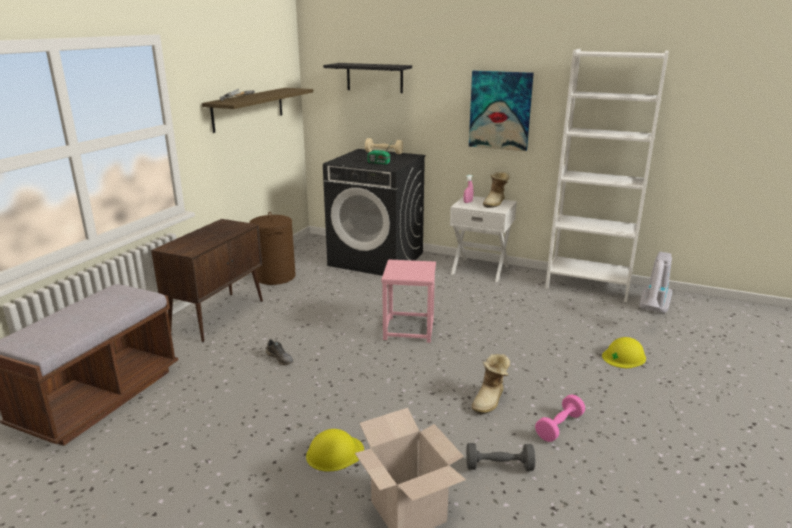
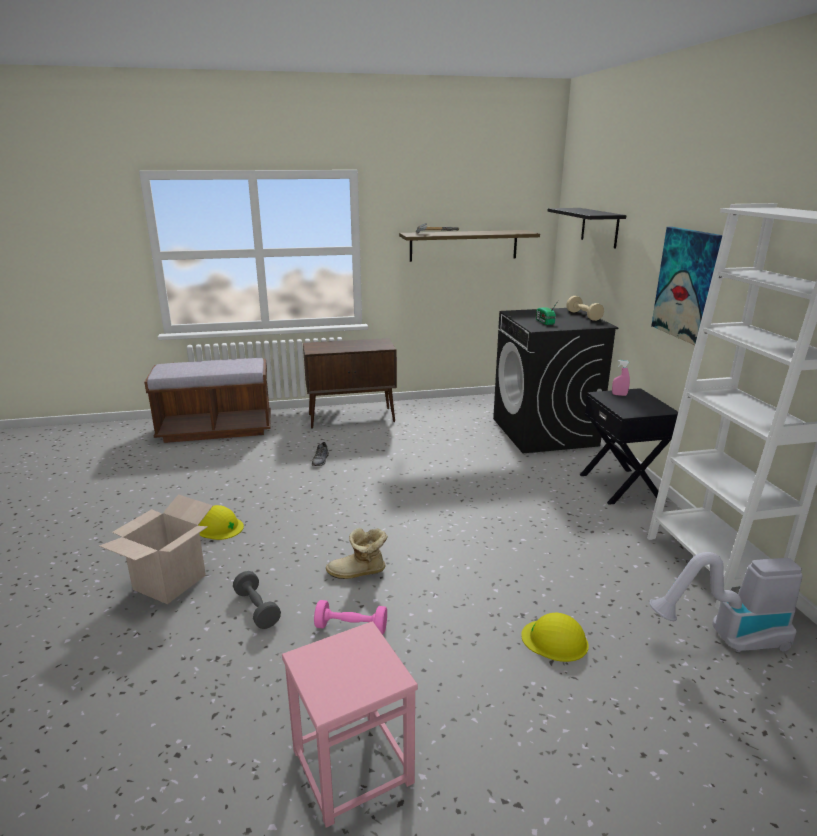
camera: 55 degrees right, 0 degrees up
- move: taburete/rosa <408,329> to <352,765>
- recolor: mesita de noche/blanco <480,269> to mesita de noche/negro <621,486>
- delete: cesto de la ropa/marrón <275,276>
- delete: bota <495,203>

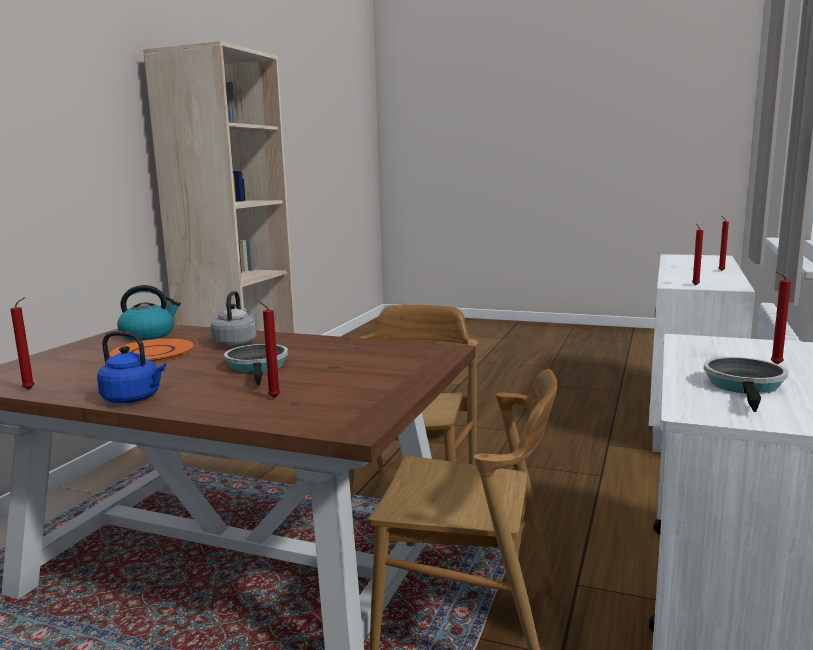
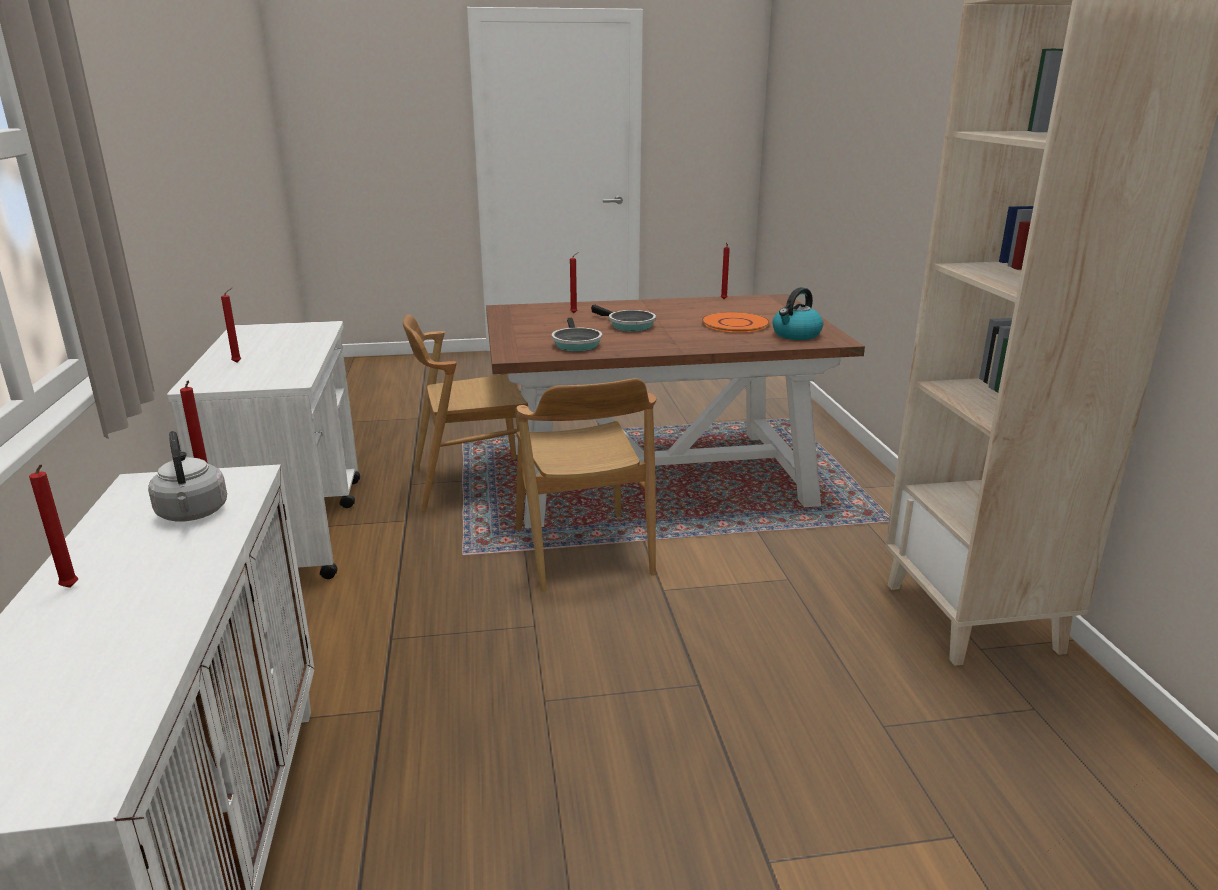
camera: 150 degrees right, 10 degrees up
- move: hervidor/gris <235,344> to <192,514>
- move: sartén <745,386> to <575,344>
- delete: hervidor/azul <134,398>

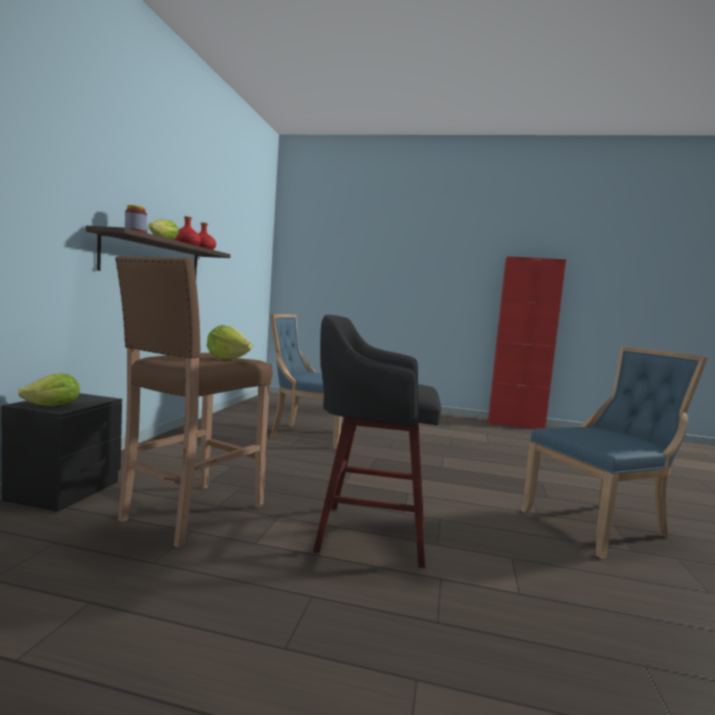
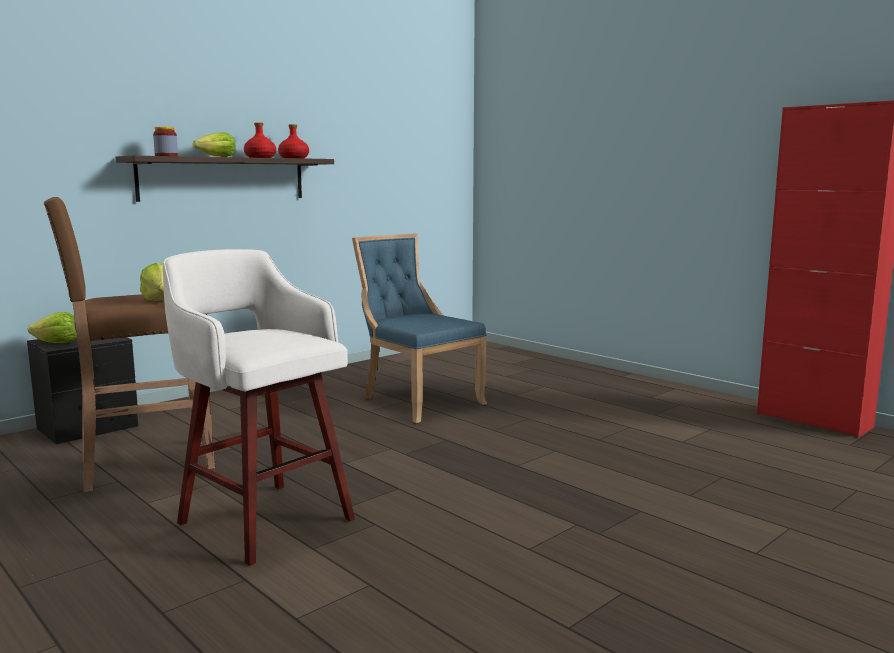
camera: 35 degrees right, 5 degrees up
- recolor: taburete/negro <368,533> to taburete/blanco <263,519>
- delete: silla/azul <600,525>

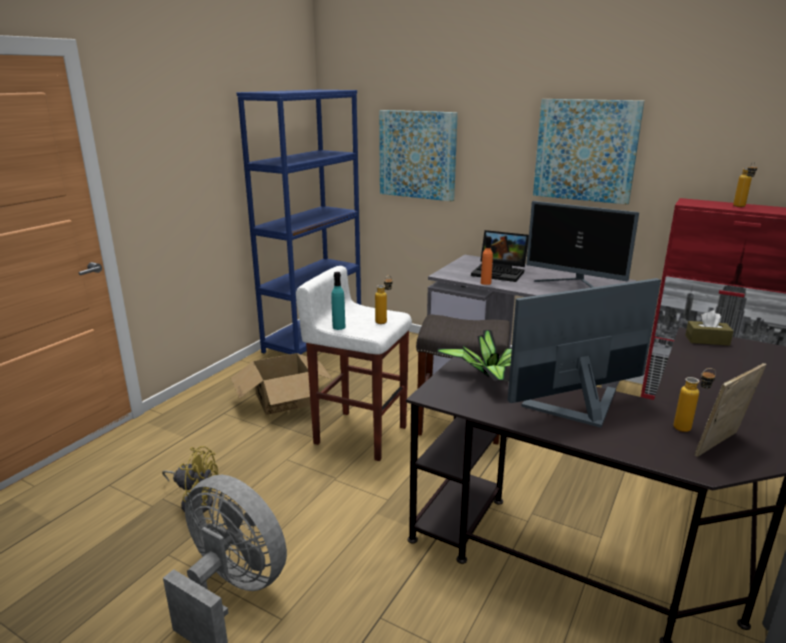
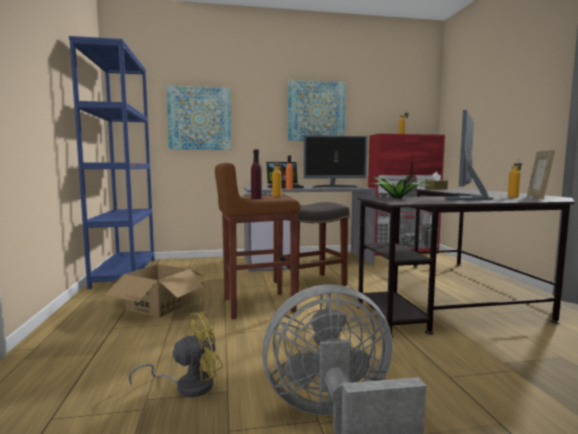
camera: 40 degrees left, 15 degrees down
- recolor: taburete/blanco <360,434> to taburete/marrón <257,305>
- recolor: botella/turquesa <339,327> to botella/morado <256,198>

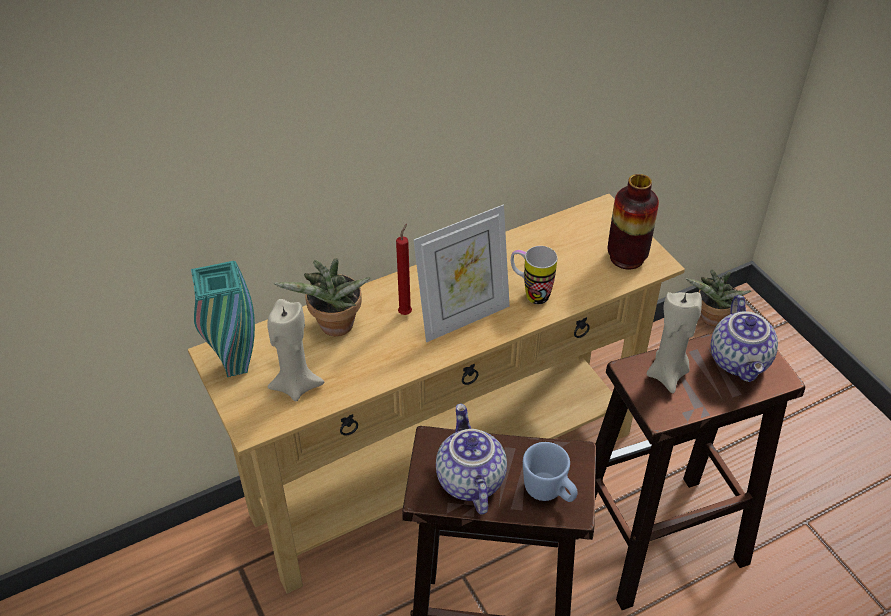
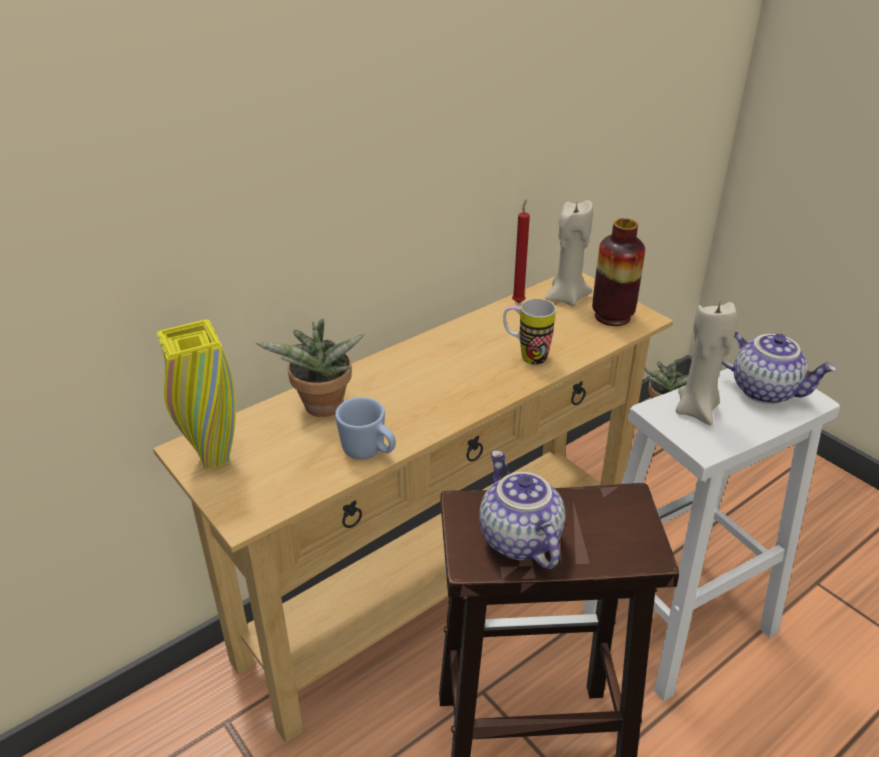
camera: 10 degrees left, 10 degrees down
- recolor: florero/turquesa <235,367> to florero/amarillo <214,459>
- move: taza grande/azul <549,492> to <369,452>
- move: vela/rojo <406,312> to <518,302>
- move: vela/beis <296,385> to <566,297>
- recolor: taburete/marrón <657,541> to taburete/blanco <677,623>
- rotate: tetera <740,361> = <765,390> 45 degrees counterclockwise
- delete: portarretratos <463,317>

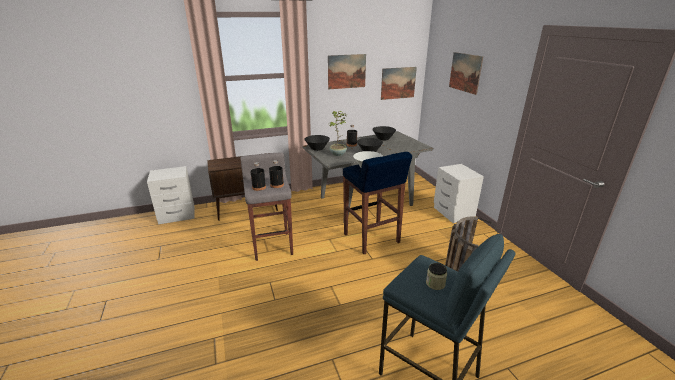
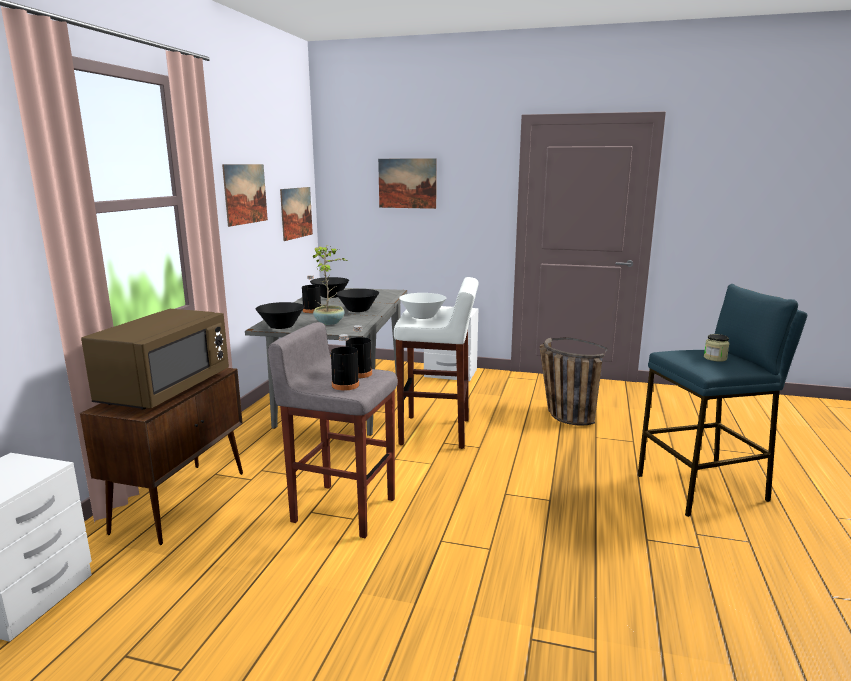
camera: 55 degrees left, 10 degrees down
- insert: microondas/marrón <166,389>
- recolor: taburete/azul <371,239> to taburete/blanco <436,432>

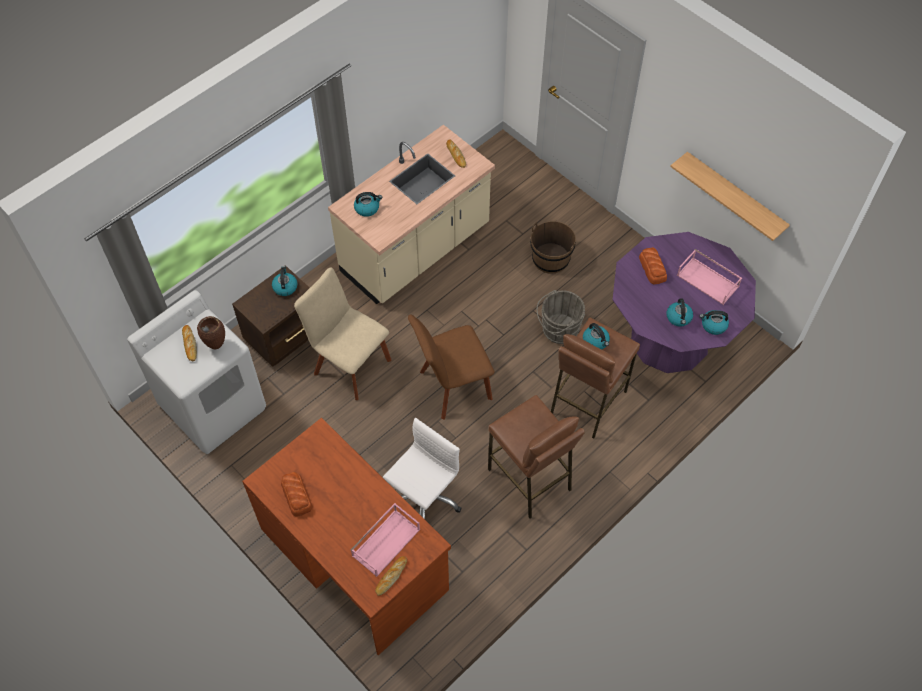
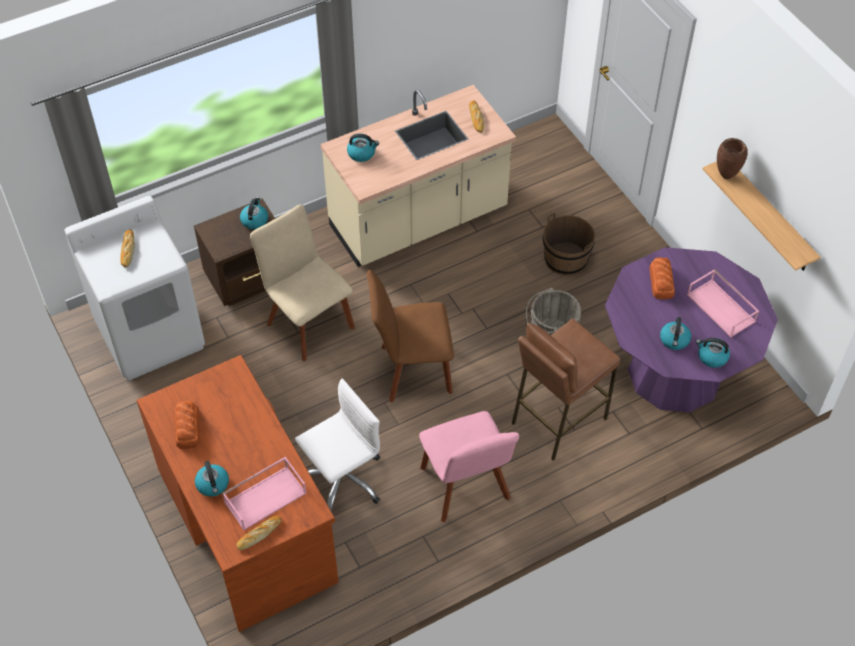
camera: 15 degrees right, 5 degrees down
- move: hervidor <596,341> to <213,485>
- replace: taburete/marrón <529,479> to silla/rosa <466,487>
- move: florero/marrón <217,345> to <726,176>

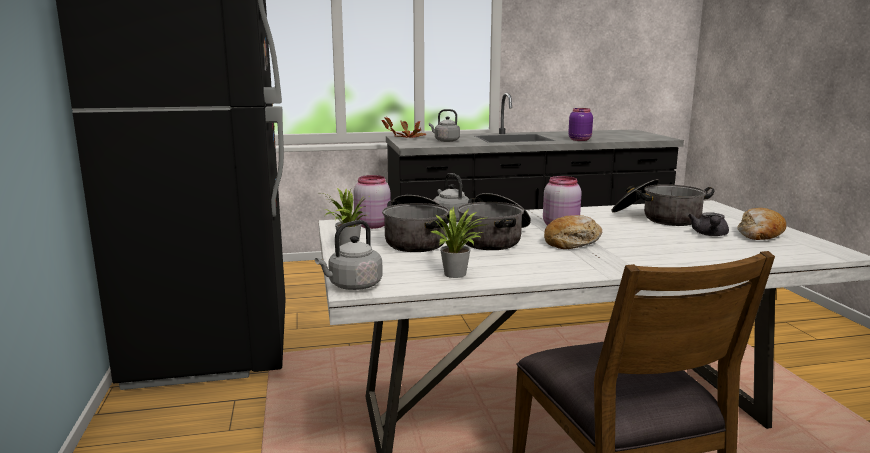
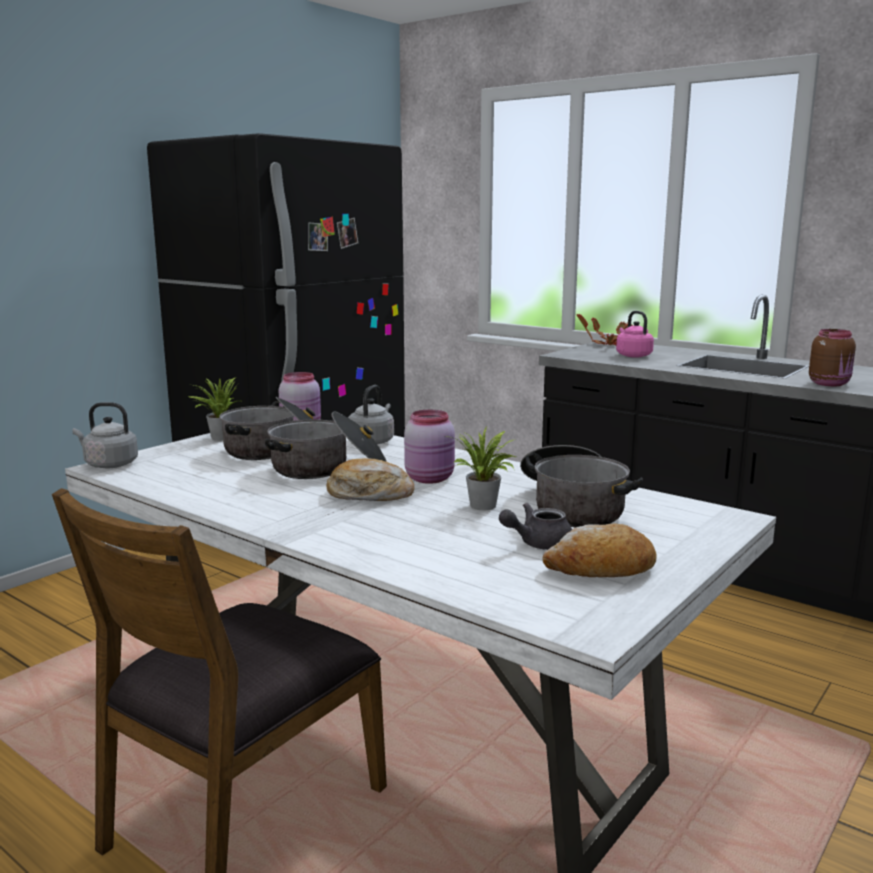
camera: 50 degrees right, 0 degrees up
- move: planta en maceta <458,274> to <484,507>
- recolor: hervidor/gris <445,141> to hervidor/rosa <632,355>
- recolor: tarro/morado <580,140> to tarro/marrón <830,384>

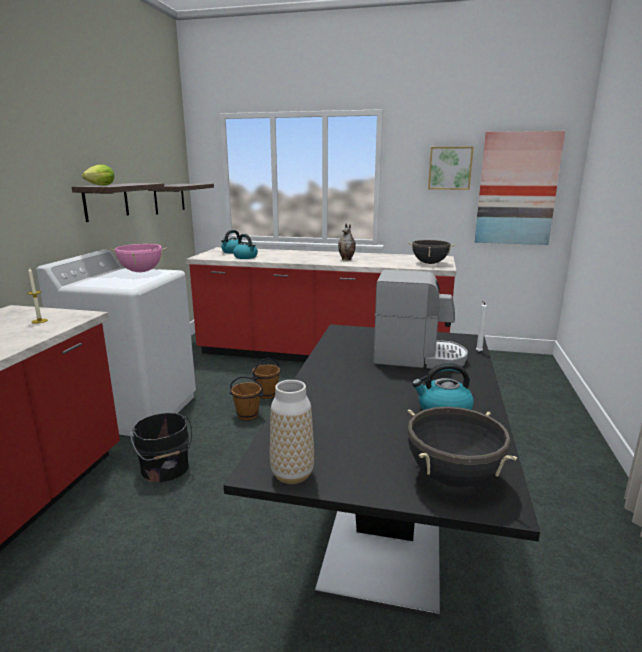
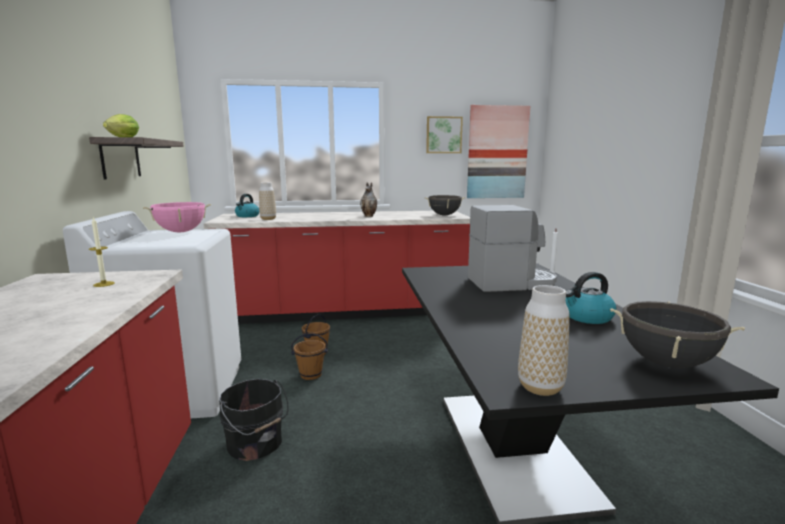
camera: 20 degrees left, 5 degrees down
- replace: hervidor <246,257> to florero <268,219>
- delete: estante <169,198>

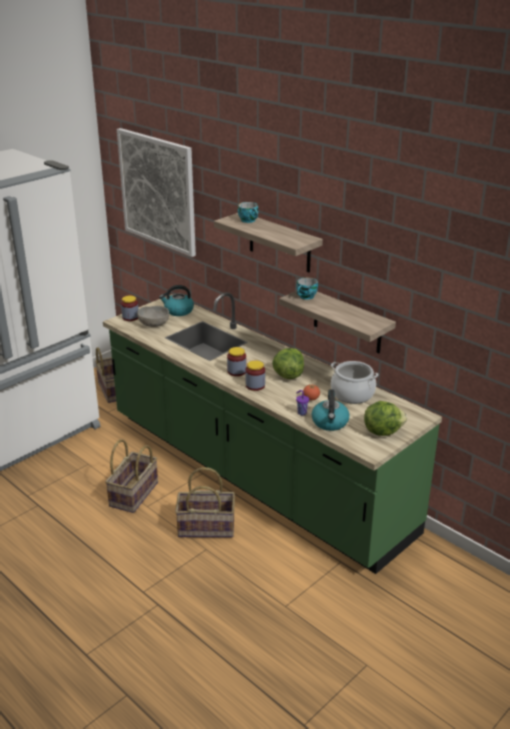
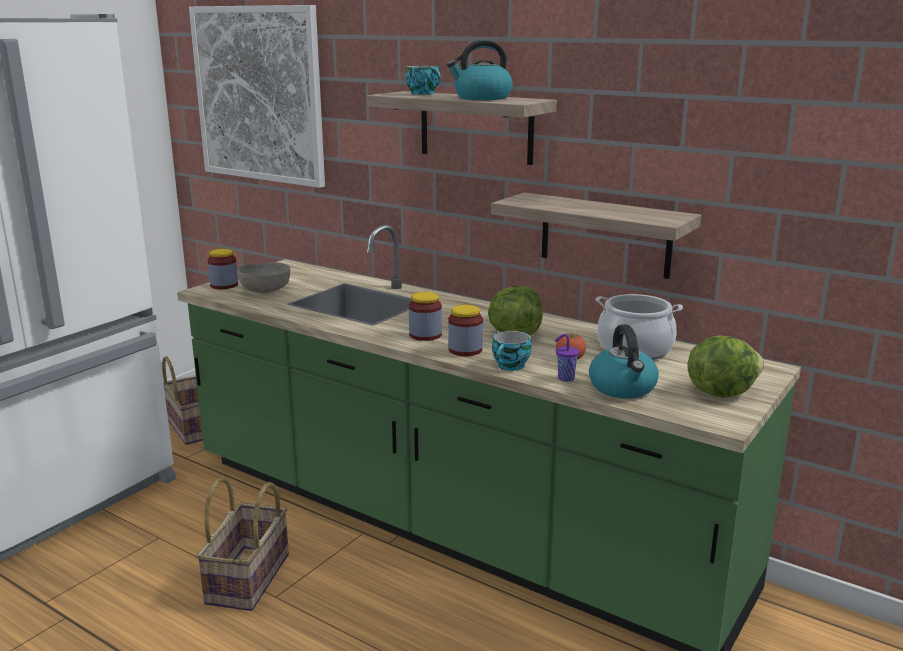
camera: 10 degrees left, 10 degrees down
- move: hervidor <178,311> to <482,98>
- move: taza <306,297> to <511,366>
- delete: cesta <206,527>

